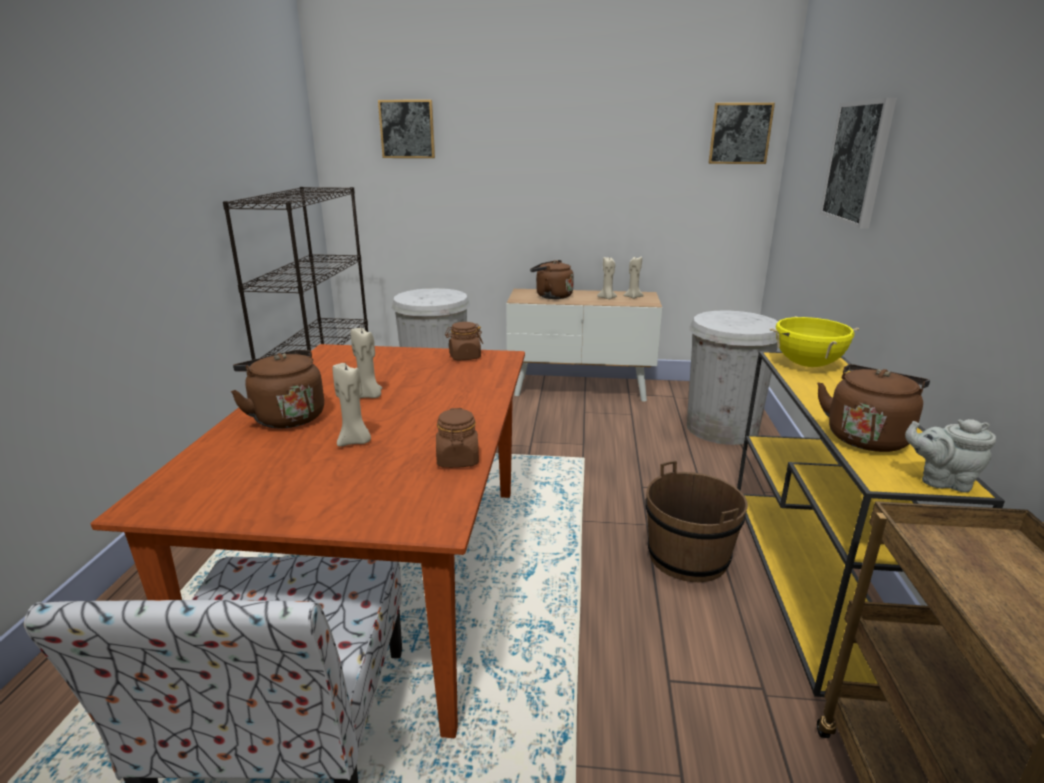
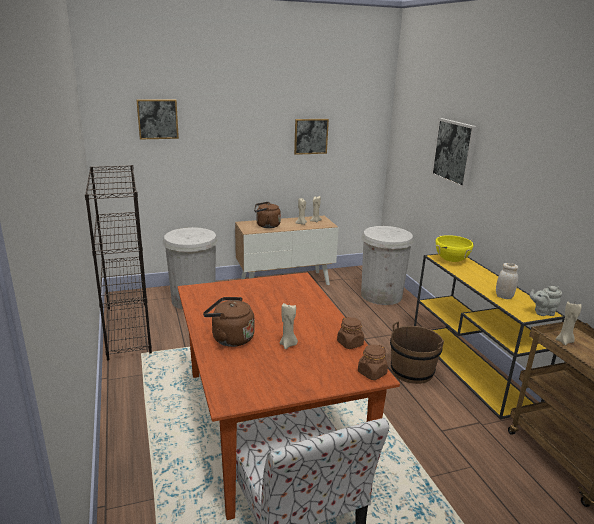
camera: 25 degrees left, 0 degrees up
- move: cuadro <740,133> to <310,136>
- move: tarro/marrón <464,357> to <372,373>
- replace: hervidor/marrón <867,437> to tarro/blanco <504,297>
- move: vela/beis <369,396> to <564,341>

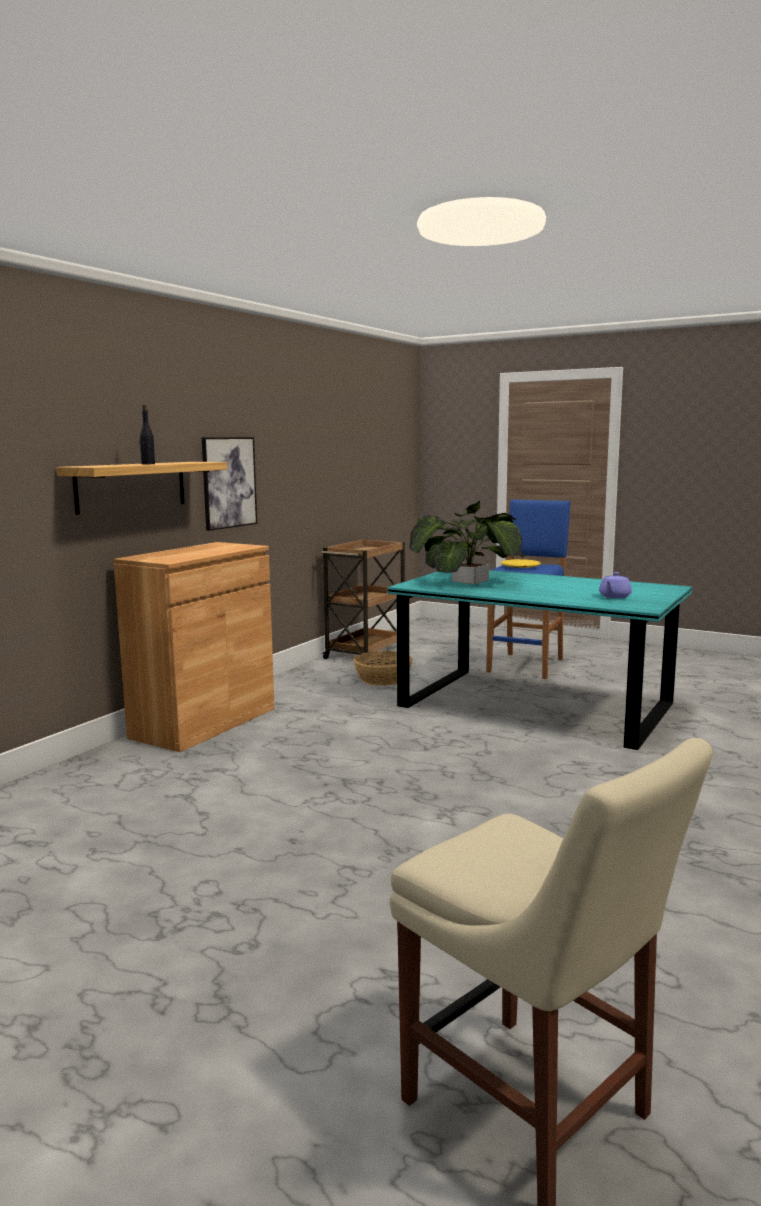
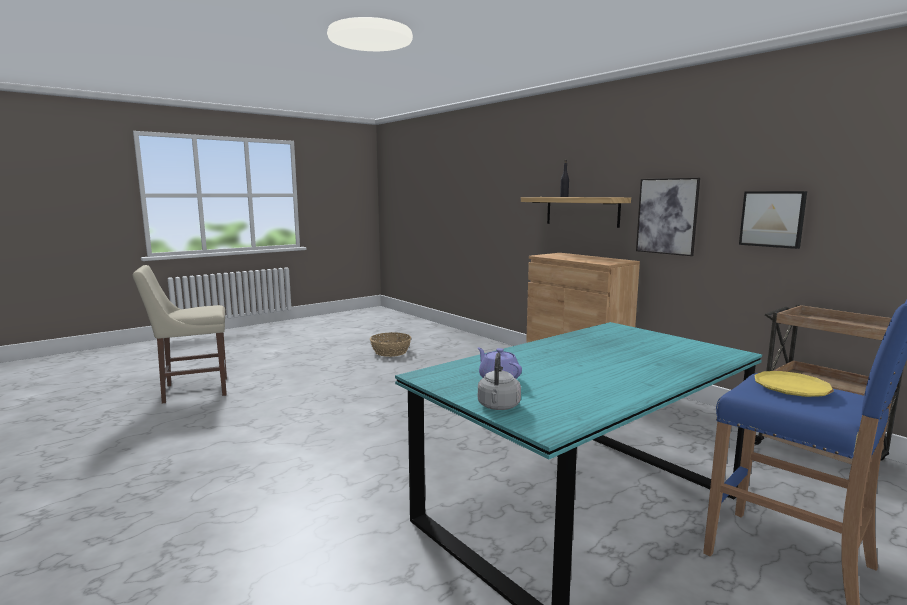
camera: 110 degrees right, 0 degrees up
- move: cesta <382,679> to <391,352>
- insert: hervidor/gris <498,407>
- insert: cuadro <772,219>
- delete: planta en maceta <470,581>

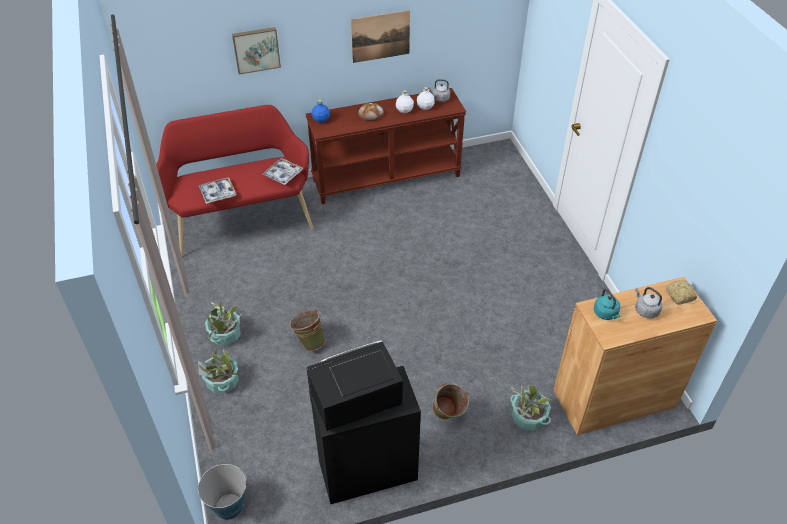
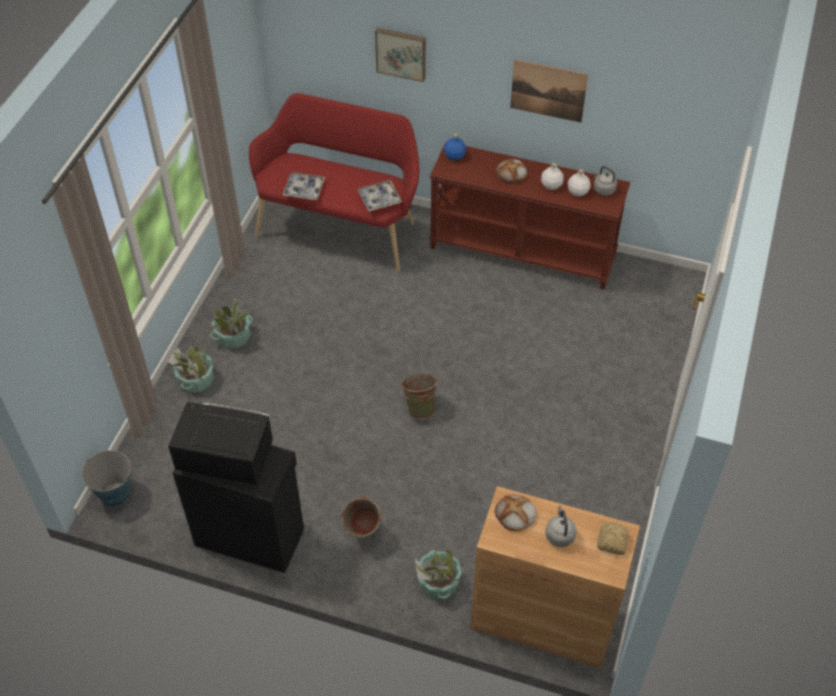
camera: 35 degrees right, 5 degrees up
- move: cubo/verde <309,341> to <420,407>
- replace: hervidor/turquesa <606,314> to pan <515,514>

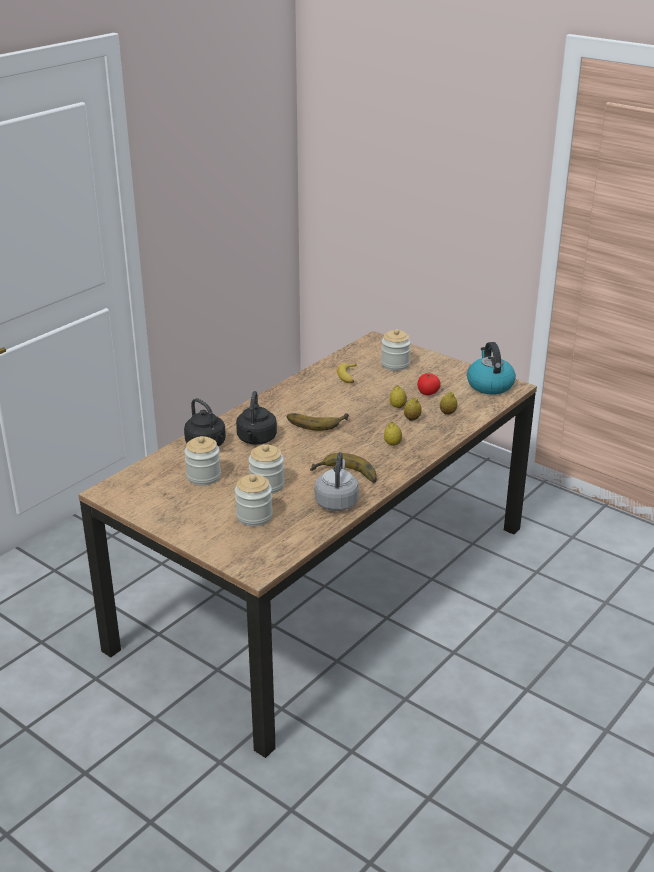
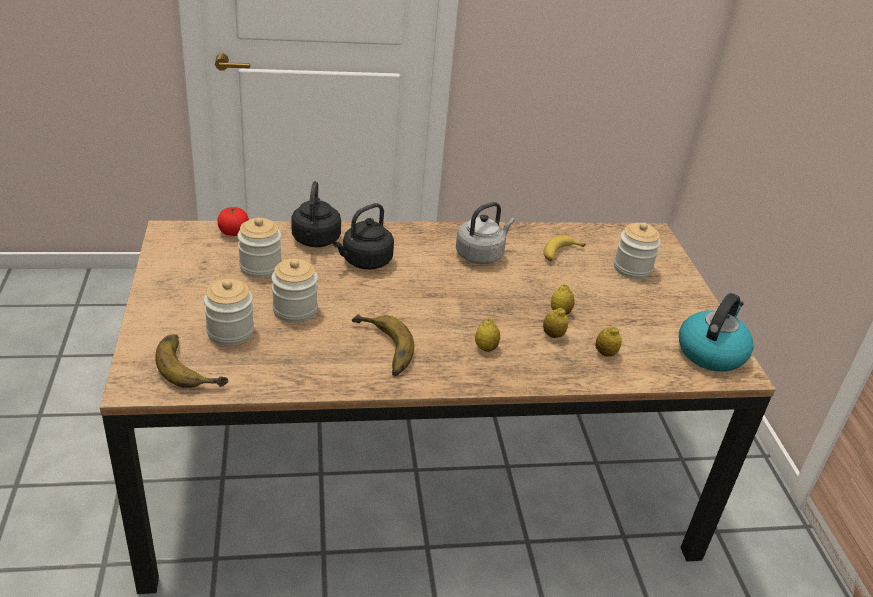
camera: 40 degrees right, 5 degrees up
- move: plátano <316,421> to <193,365>
- move: tomate <428,393> to <233,232>
- move: hervidor/gris <337,501> to <481,255>

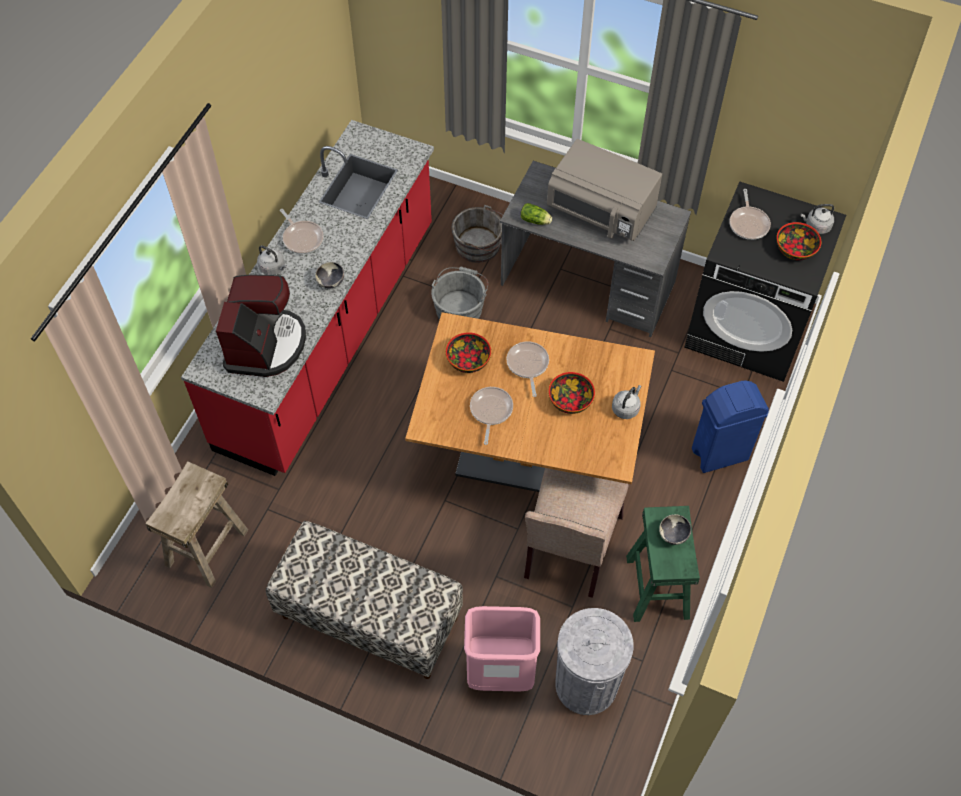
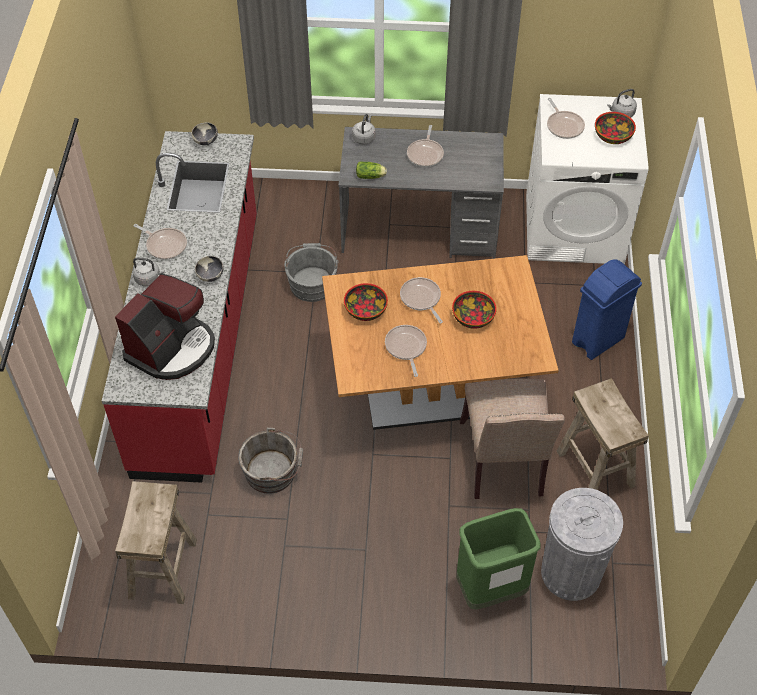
camera: 20 degrees left, 5 degrees down
- rotate: cafetera <265,344> = <172,348> 45 degrees clockwise
- move: cuenco <673,535> to <206,141>
- move: cubo/gris <480,246> to <273,472>
- move: hervidor/gris <626,408> to <364,137>
- replace: microondas/gris <601,212> to sartén <425,154>
- recolor: papelera/rosa <500,673> to papelera/verde <490,590>
- recolor: lavadora/negro <748,327> to lavadora/blanco <575,228>
- recolor: taburete/verde <656,586> to taburete/beis <594,468>
- delete: banco <369,618>

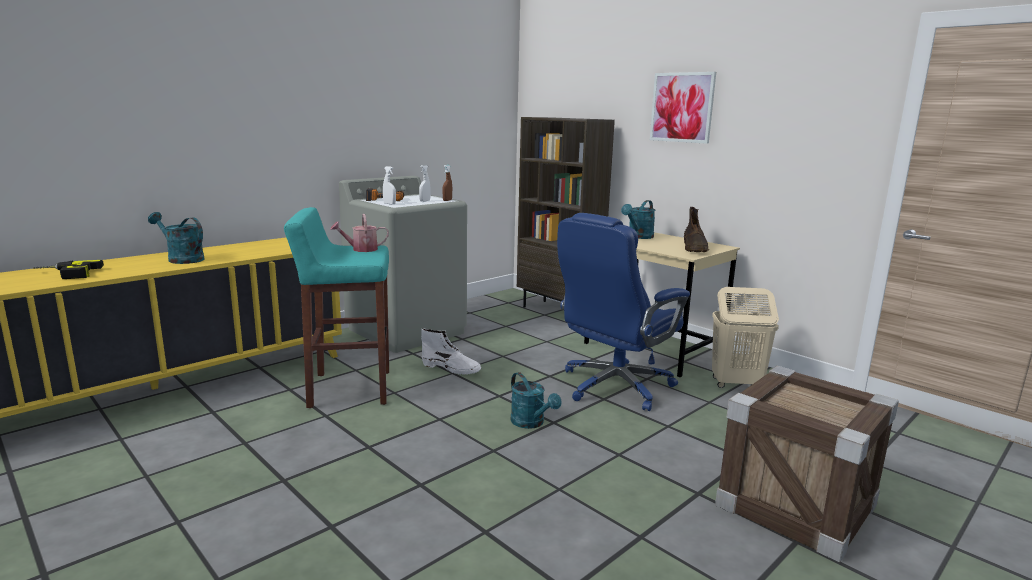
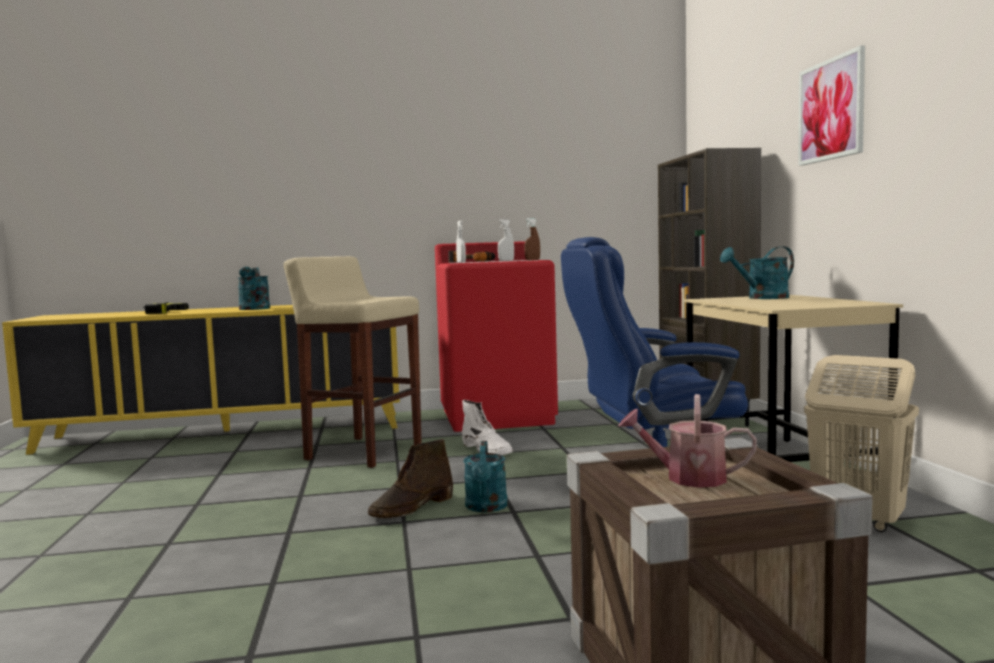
camera: 35 degrees right, 10 degrees down
- recolor: taburete/turquesa <348,389> to taburete/beis <363,452>
- move: bota/marrón <695,248> to <411,508>
- recolor: lavadora/gris <407,331> to lavadora/rojo <497,416>
- move: regadera <361,249> to <687,477>

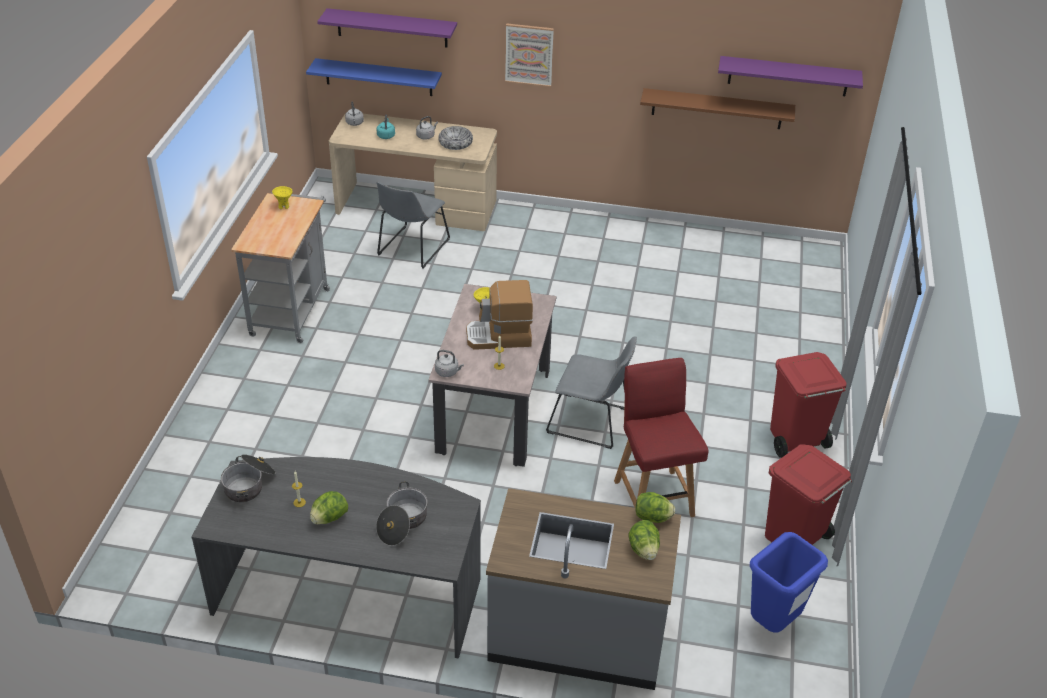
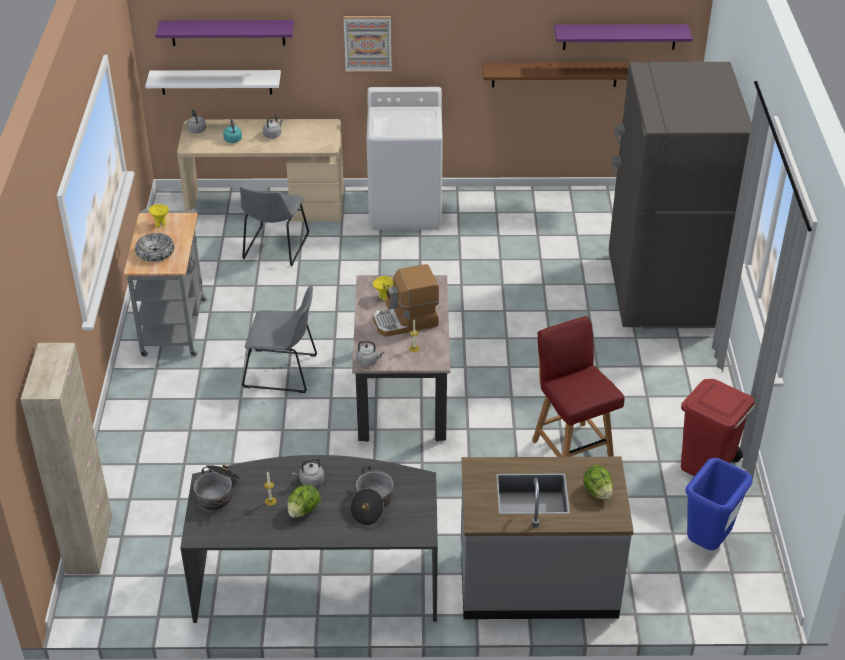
camera: 10 degrees left, 0 degrees up
- insert: armario/beis <89,544>
- move: cuenco <455,143> to <155,252>
- recolor: estante/azul <378,77> to estante/blanco <216,82>
- move: silla/gris <591,422> to <284,371>
- insert: hervidor/gris <310,481>
- insert: lavadora/blanco <406,209>
- insert: nevera/gris <660,292>
- delete: lechuga <653,518>
- delete: papelera/rojo <795,441>

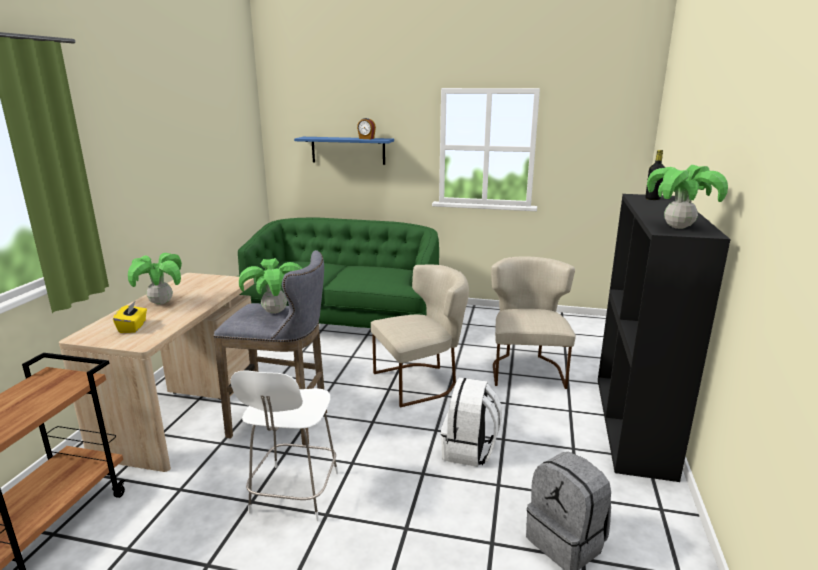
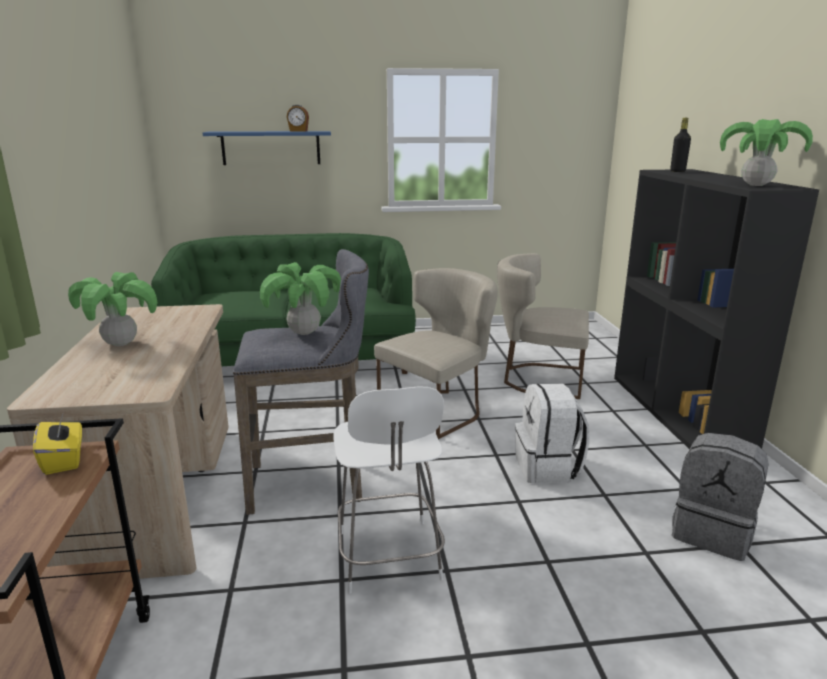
camera: 20 degrees left, 0 degrees up
- move: caja de pañuelos/amarillo <133,327> to <64,460>
- rotate: silla/beis <526,369> = <538,379> 60 degrees counterclockwise

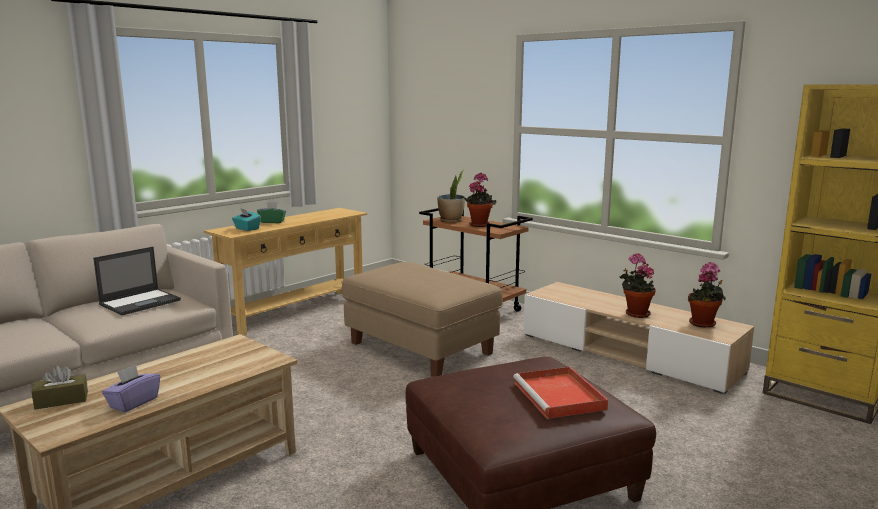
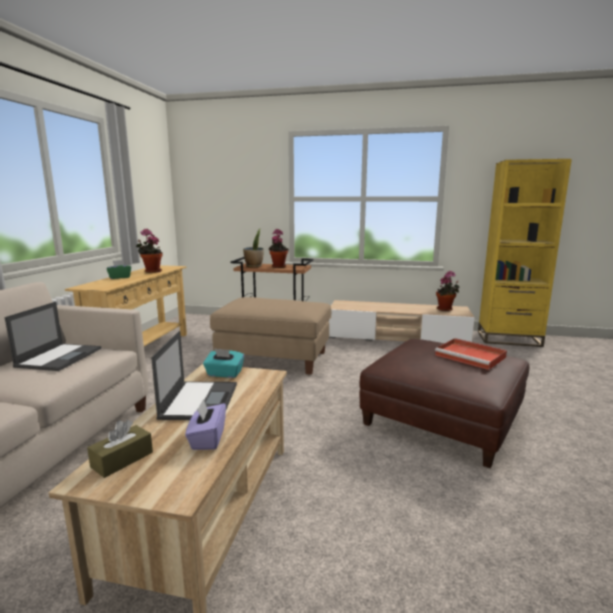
camera: 30 degrees left, 0 degrees up
- move: planta en maceta <635,314> to <151,271>
- insert: portátil <199,400>
- move: caja de pañuelos/turquesa <247,229> to <224,374>

